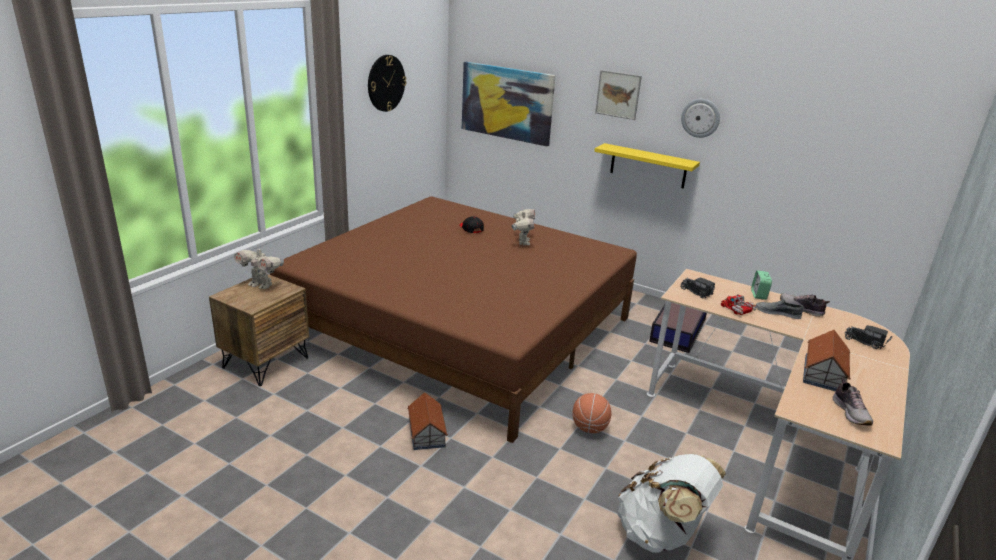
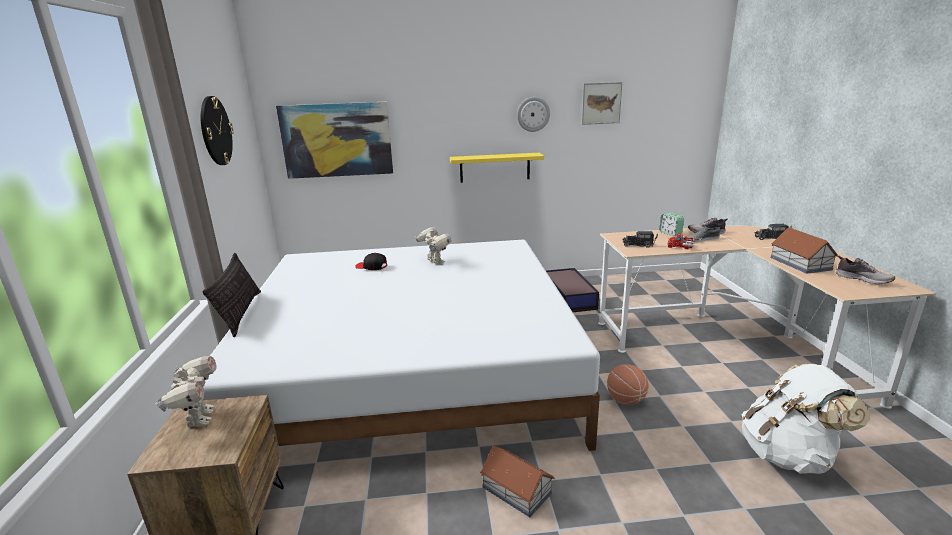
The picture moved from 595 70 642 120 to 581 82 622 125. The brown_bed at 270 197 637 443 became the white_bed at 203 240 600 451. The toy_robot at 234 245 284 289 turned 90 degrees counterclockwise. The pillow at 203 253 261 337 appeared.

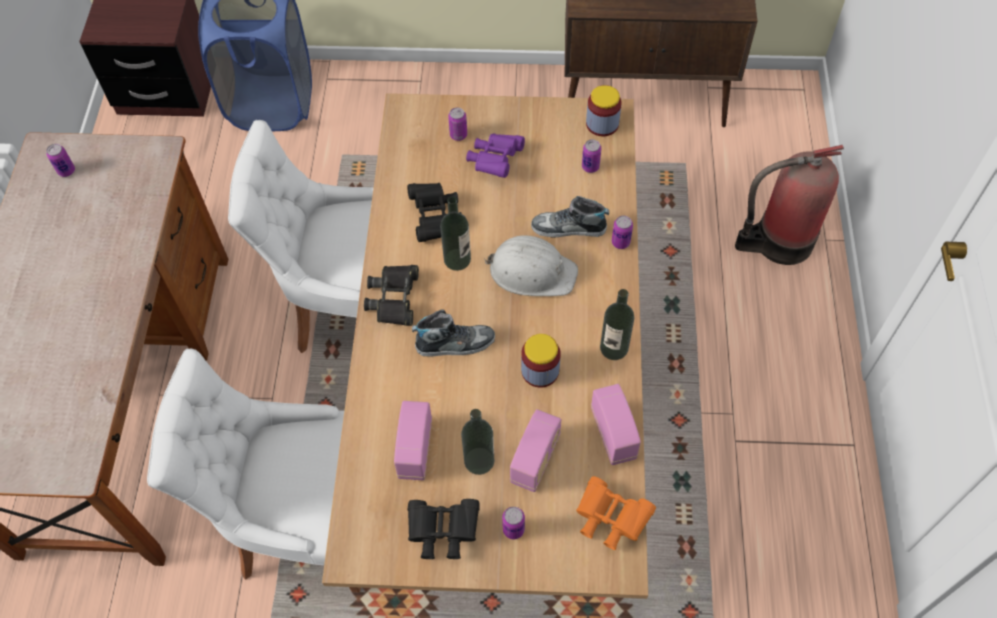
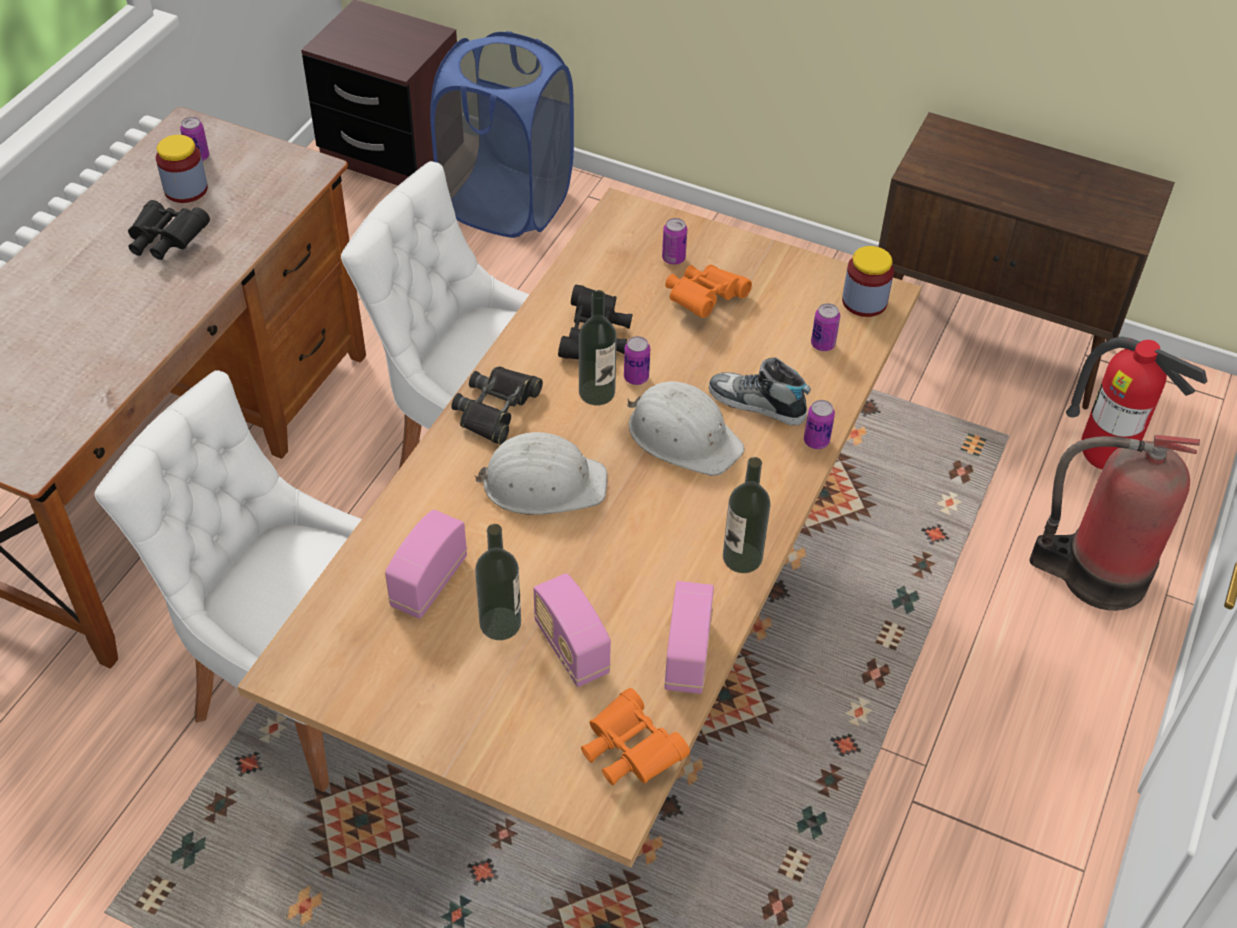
The purple_binoculars at 466 134 525 178 became the orange_binoculars at 665 265 752 318. The shoe at 412 309 495 357 was replaced by the white_hard_hat at 474 432 607 515. The jar moved from 521 334 561 388 to 156 135 208 203. The radio at 510 409 561 492 turned 105 degrees clockwise. The black_binoculars moved from 407 499 480 559 to 128 200 210 260. The can moved from 502 507 525 539 to 624 336 650 385. The fire_extinguisher at 1066 336 1208 470 appeared.

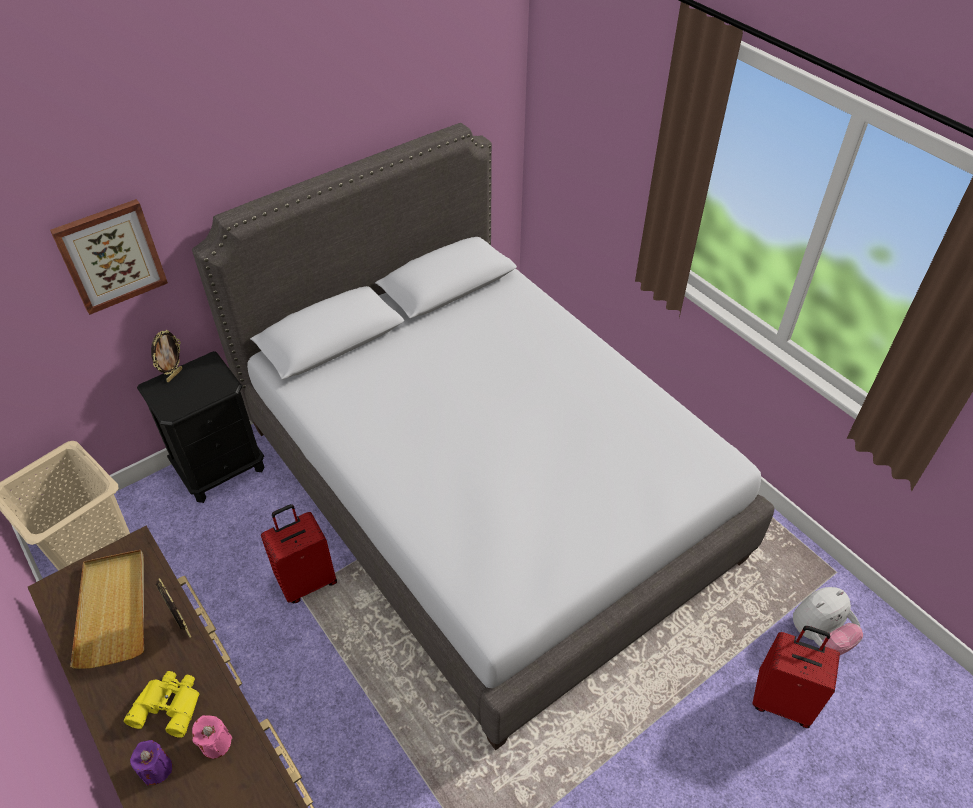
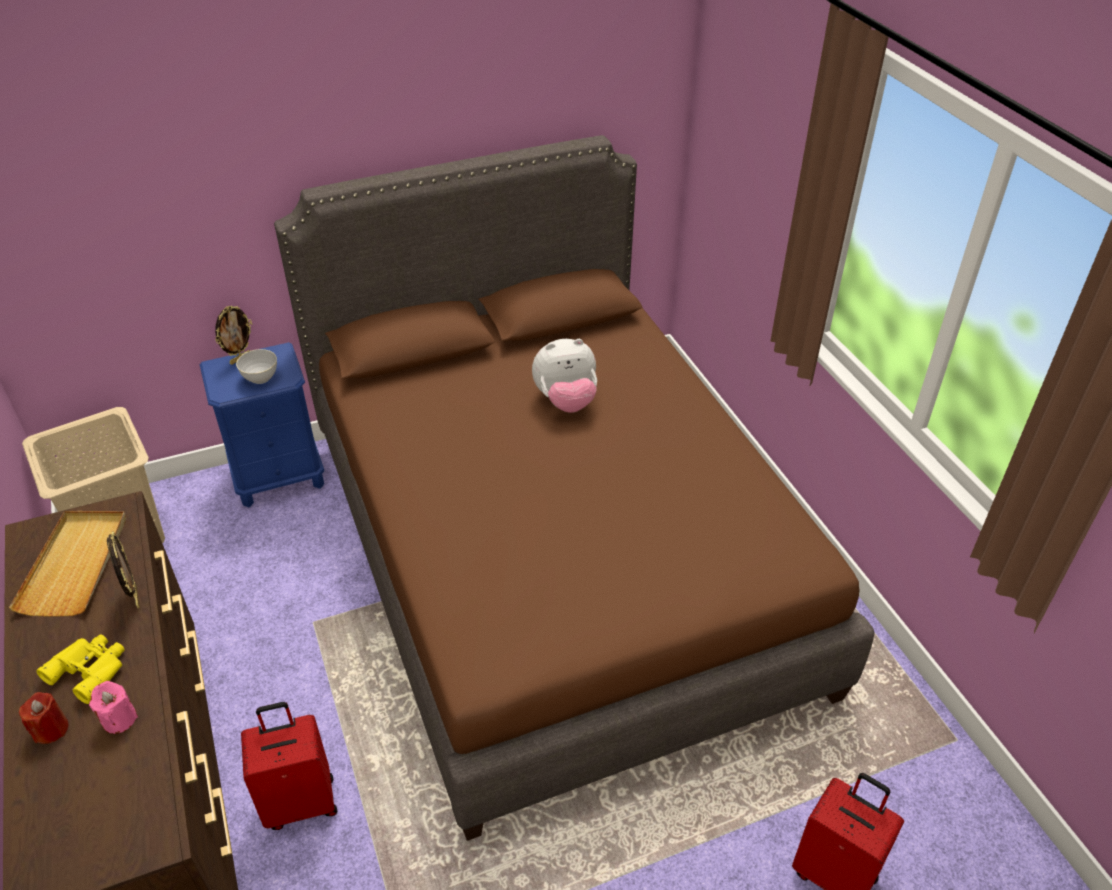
The grey_bed at 192 123 774 750 became the brown_bed at 274 135 875 841. The picture at 50 199 168 315 disappeared. The black_nightstand at 137 351 264 503 became the blue_nightstand at 200 342 324 507. The red_suitcase moved from 261 504 337 603 to 241 702 337 830. The plush_toy moved from 793 587 863 655 to 532 339 597 413. The purple_candle at 130 740 172 786 became the red_candle at 19 692 68 744. The grey_bowl at 236 349 277 384 appeared.

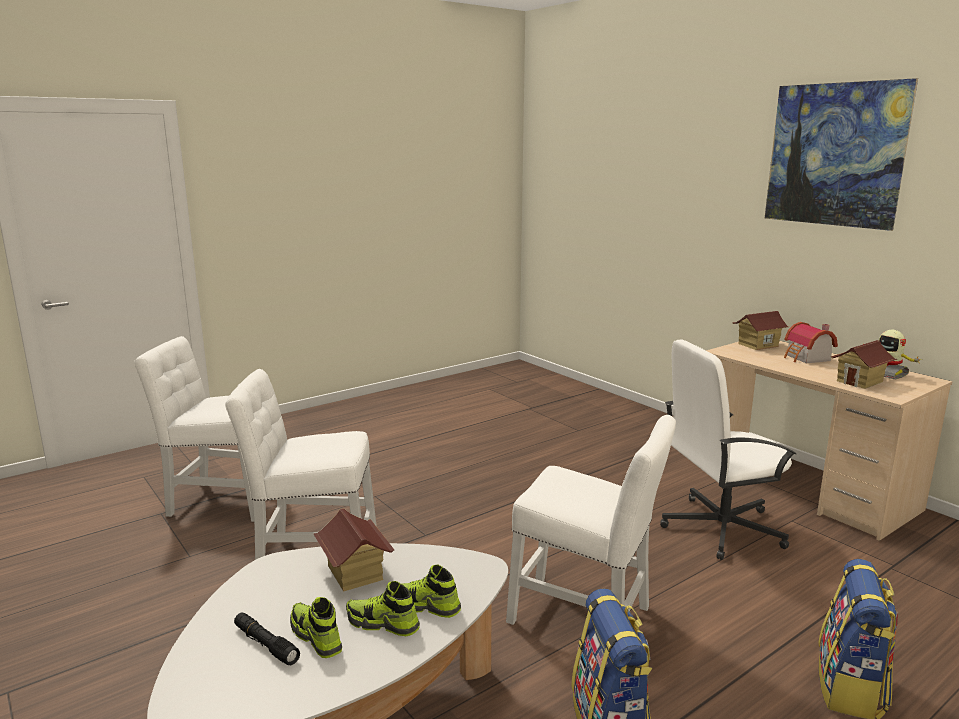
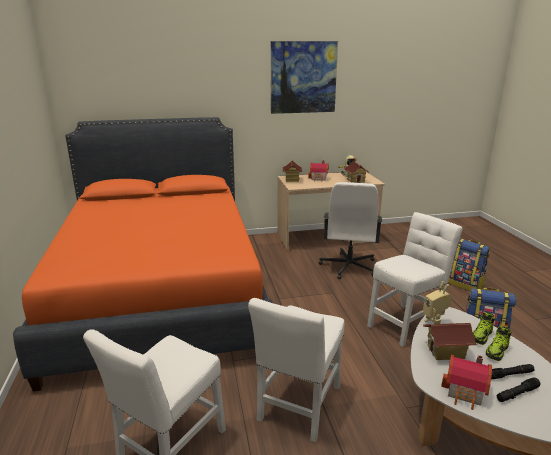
The shoe at 290 597 342 658 was replaced by the black_flashlight at 491 364 534 379. The orange_bed at 13 117 273 392 appeared. The toy_robot at 423 281 452 324 appeared. The toy_house at 441 355 492 410 appeared.

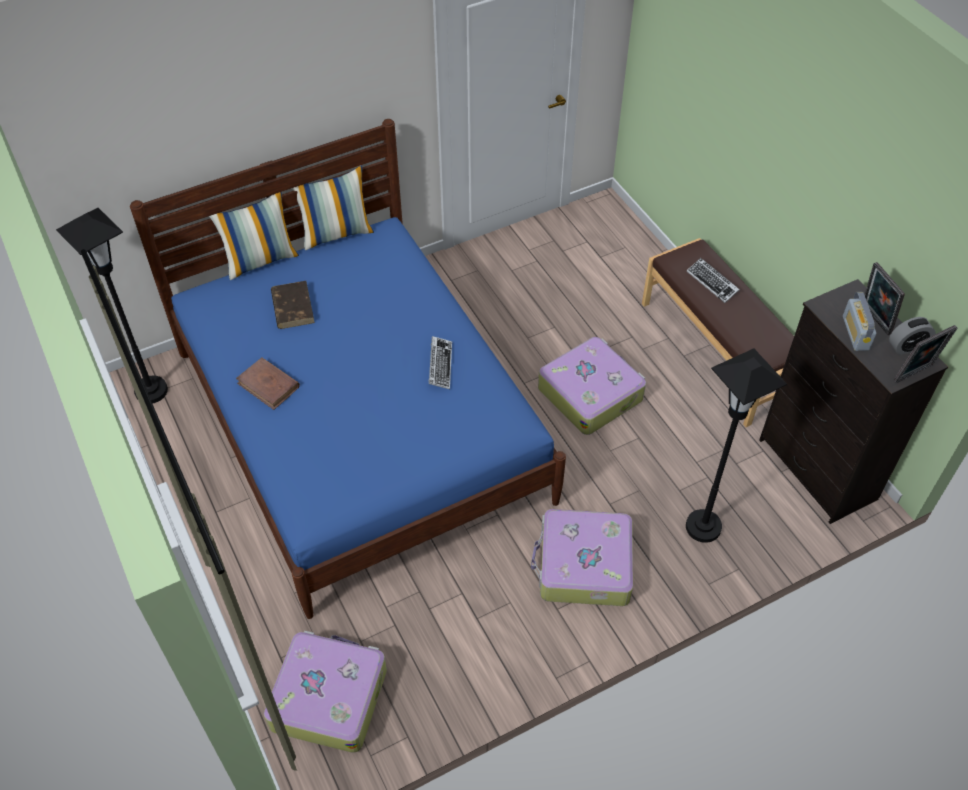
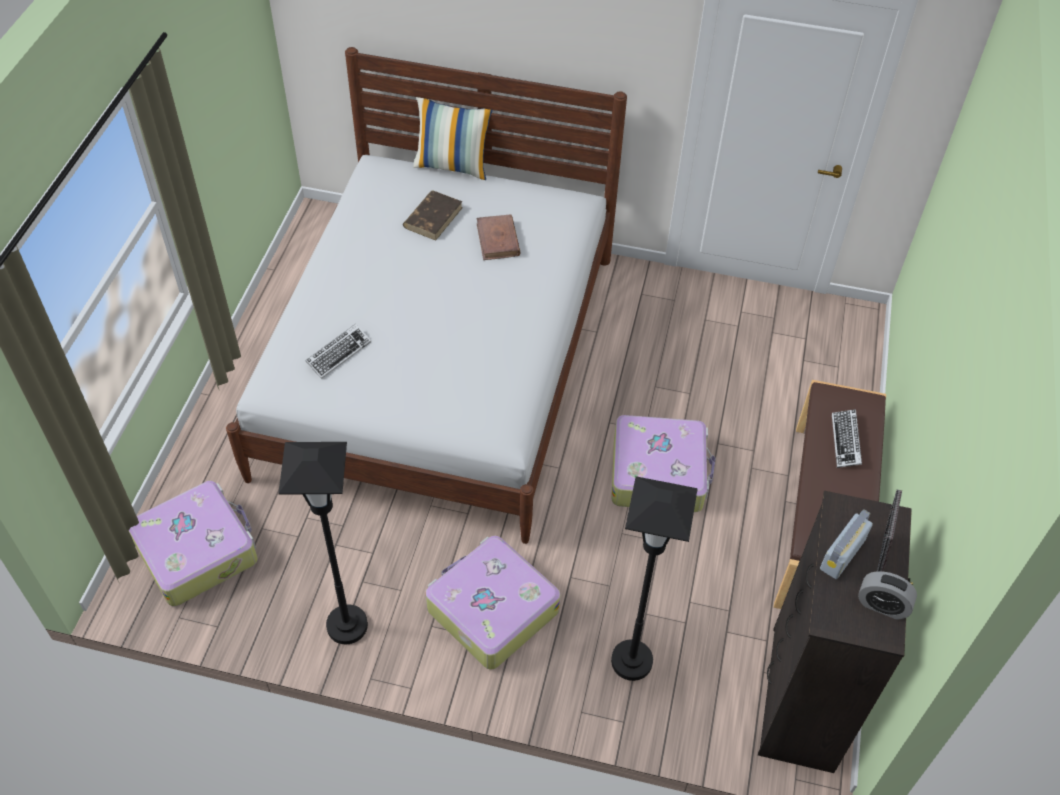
The blue_bed at 130 119 566 619 became the white_bed at 226 47 627 544. The pillow at 291 166 374 250 disappeared. The black_floor_lamp moved from 56 208 168 404 to 278 442 368 644. The picture_frame at 894 325 958 383 disappeared. The keyboard moved from 428 336 452 389 to 305 324 371 379. The brown_book moved from 236 357 300 410 to 477 214 521 260.

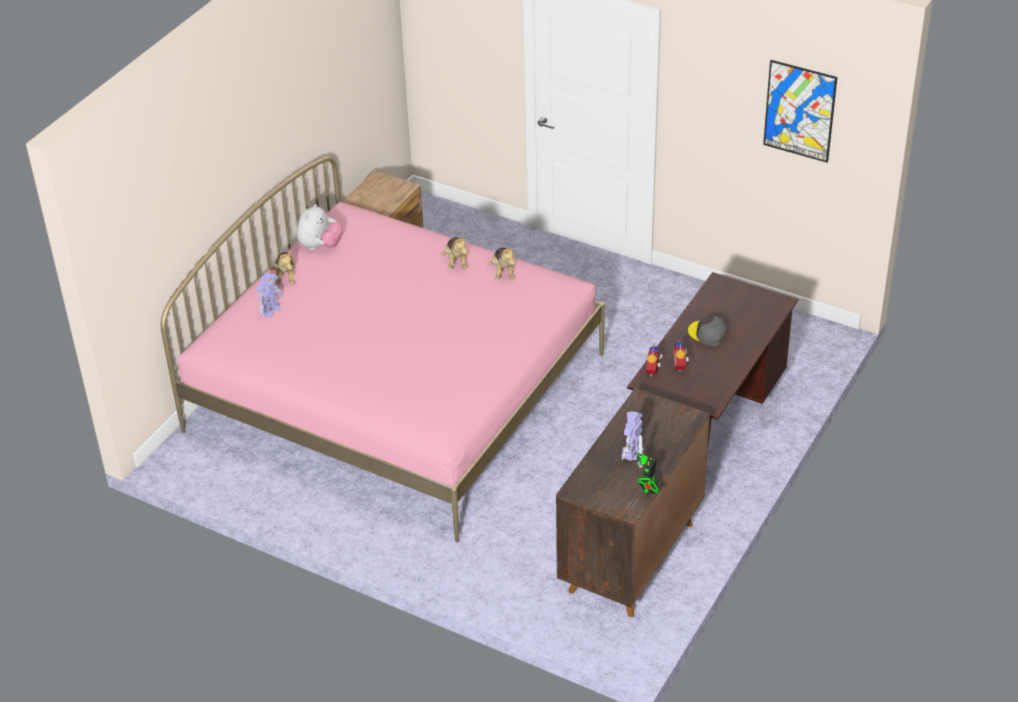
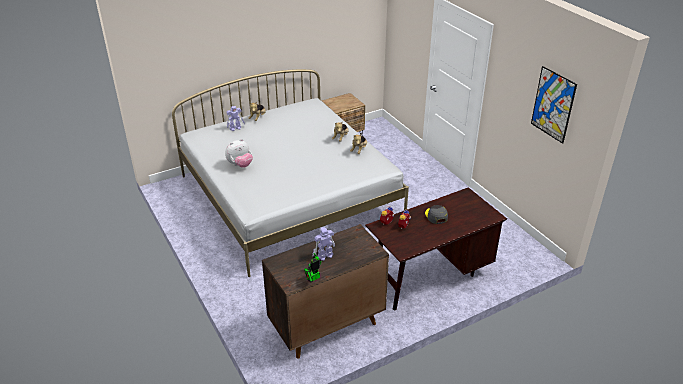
The pink_bed at 161 157 605 542 became the white_bed at 172 69 409 277. The plush_toy moved from 297 204 343 250 to 225 139 253 168.

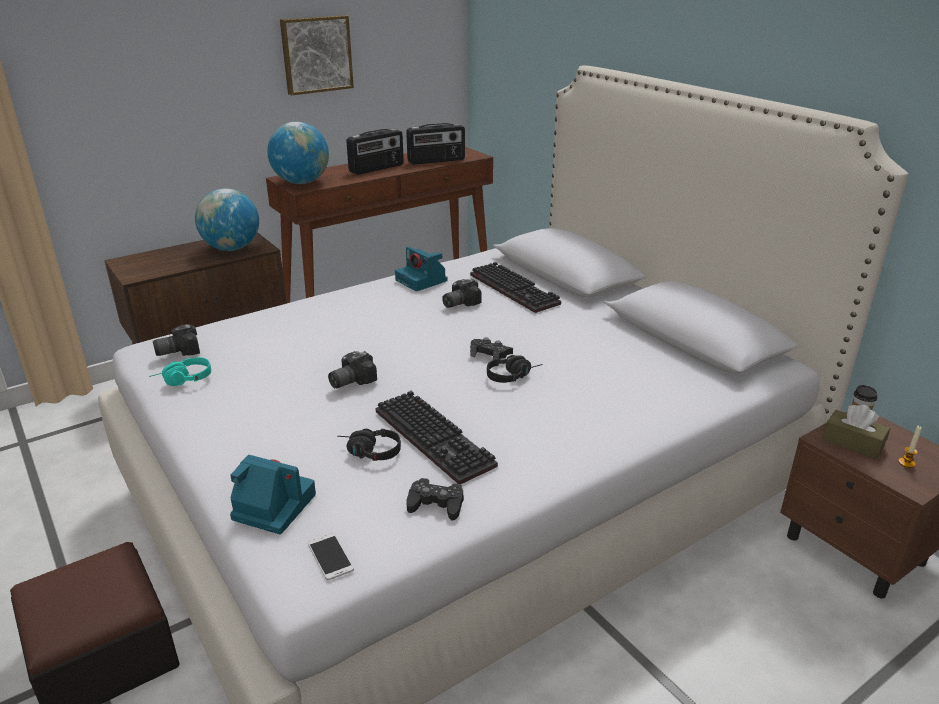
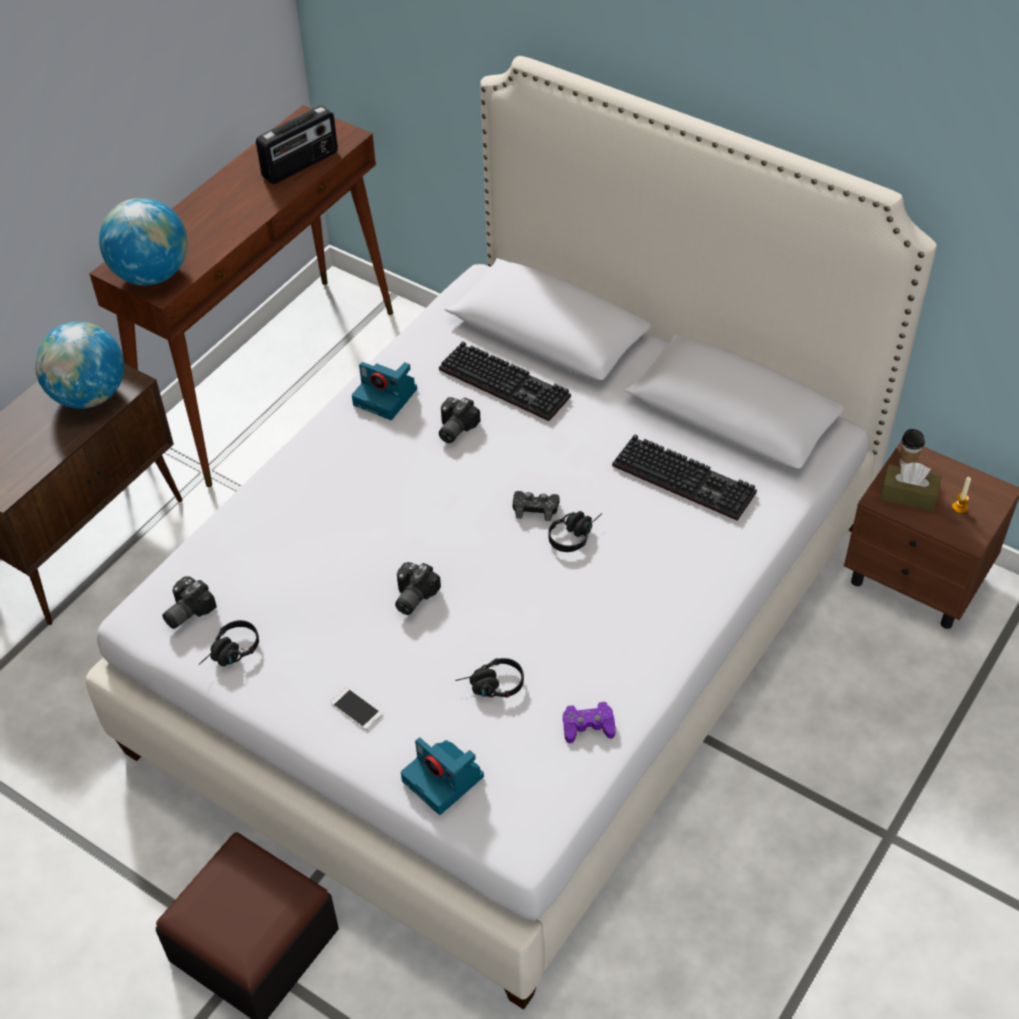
The picture at 280 15 354 96 disappeared. The radio at 346 128 404 175 disappeared. The turquoise_headphones at 149 357 211 386 became the black_headphones at 198 620 259 666. The keyboard moved from 375 391 498 484 to 612 434 757 521. The photo_camera at 230 455 316 534 turned 135 degrees counterclockwise. The black_game_controller at 406 478 464 520 became the purple_game_controller at 563 702 616 743. The phone moved from 308 533 354 580 to 331 688 382 730.

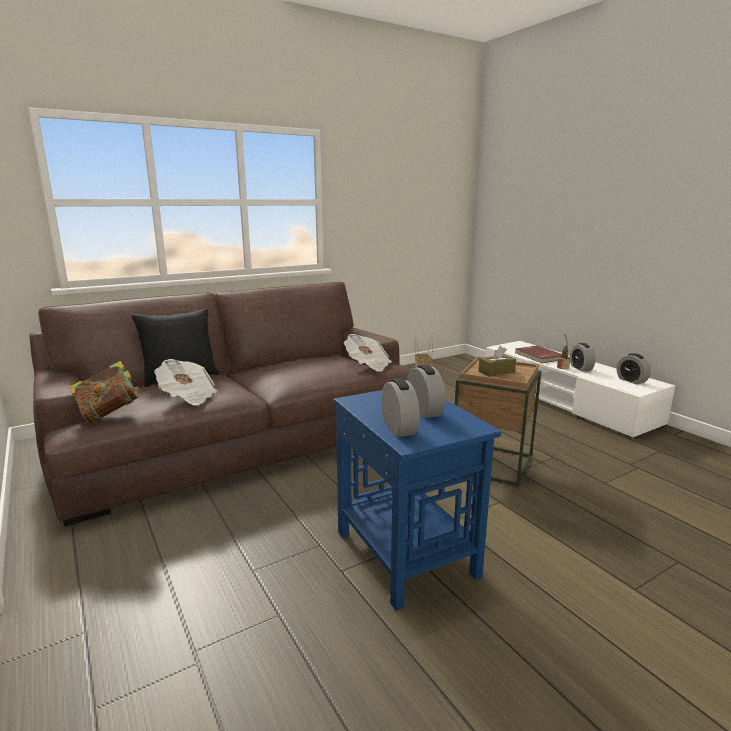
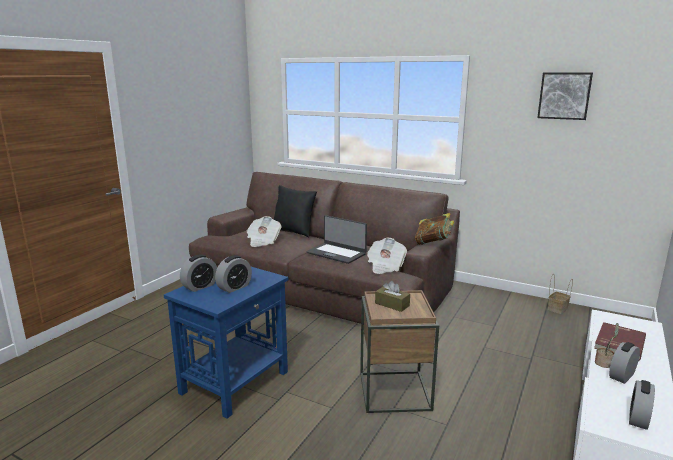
The book moved from 69 361 142 424 to 415 213 454 245. The picture at 537 73 593 120 appeared. The laptop at 306 215 367 264 appeared.

